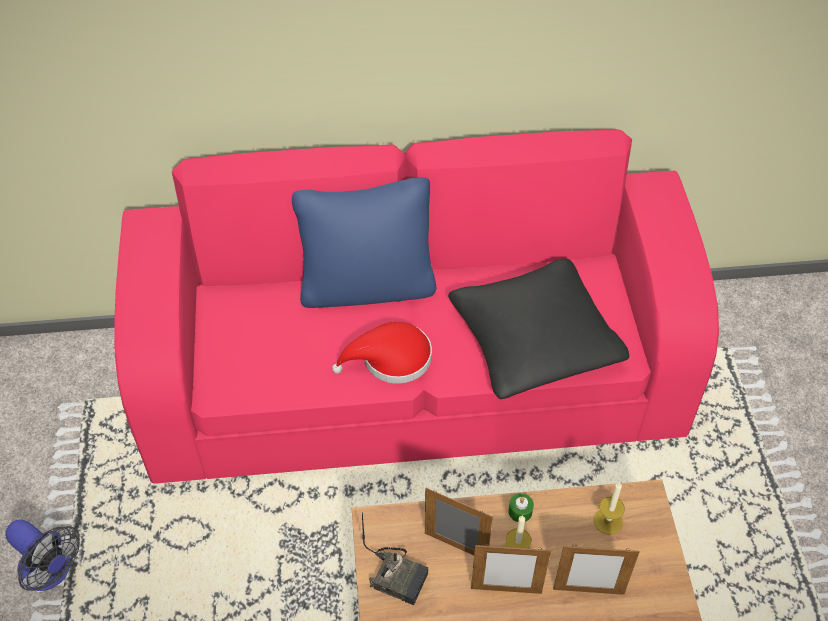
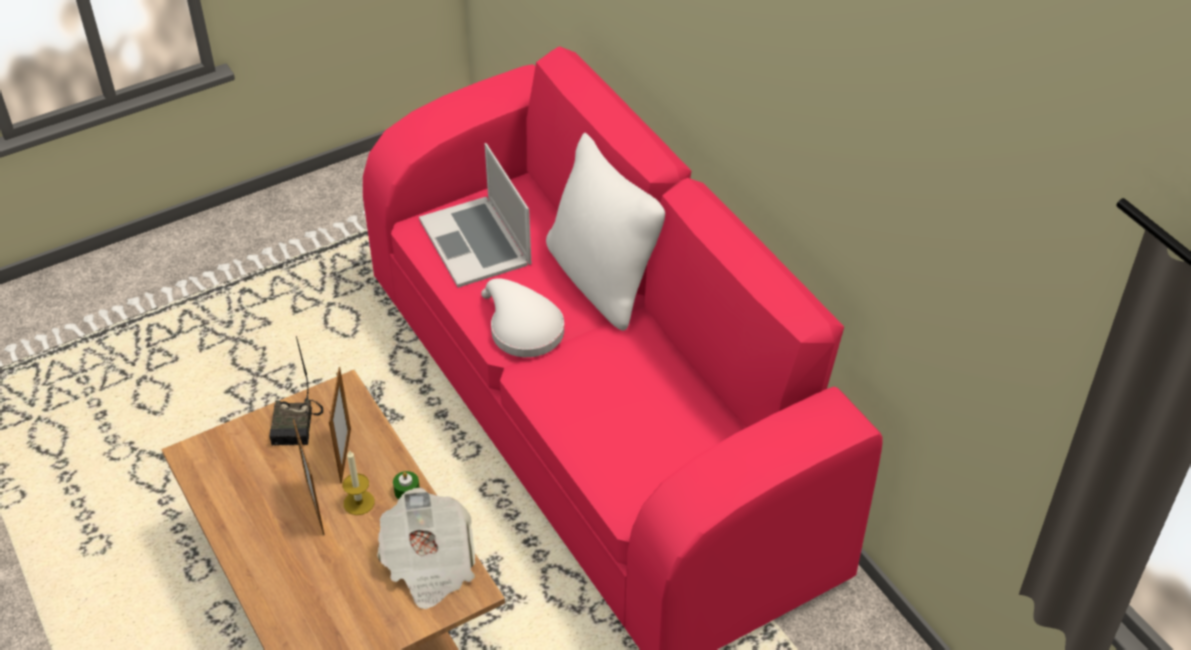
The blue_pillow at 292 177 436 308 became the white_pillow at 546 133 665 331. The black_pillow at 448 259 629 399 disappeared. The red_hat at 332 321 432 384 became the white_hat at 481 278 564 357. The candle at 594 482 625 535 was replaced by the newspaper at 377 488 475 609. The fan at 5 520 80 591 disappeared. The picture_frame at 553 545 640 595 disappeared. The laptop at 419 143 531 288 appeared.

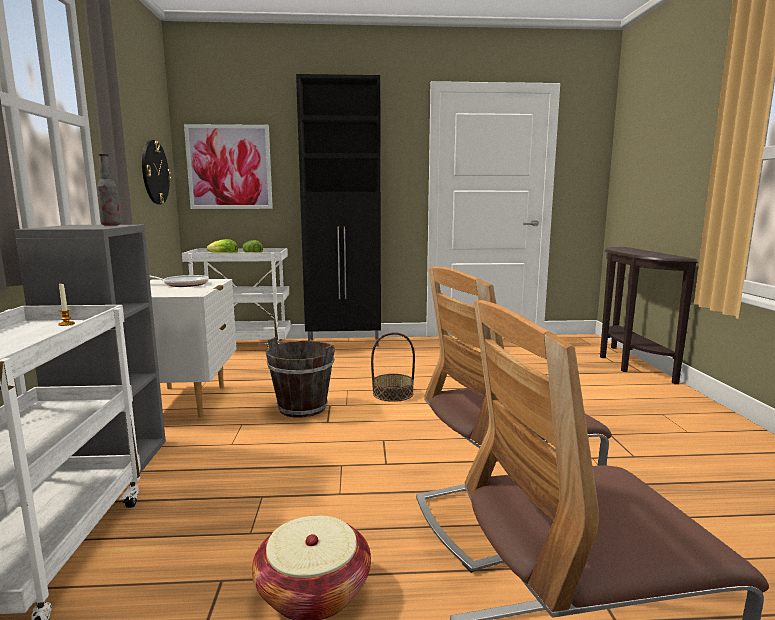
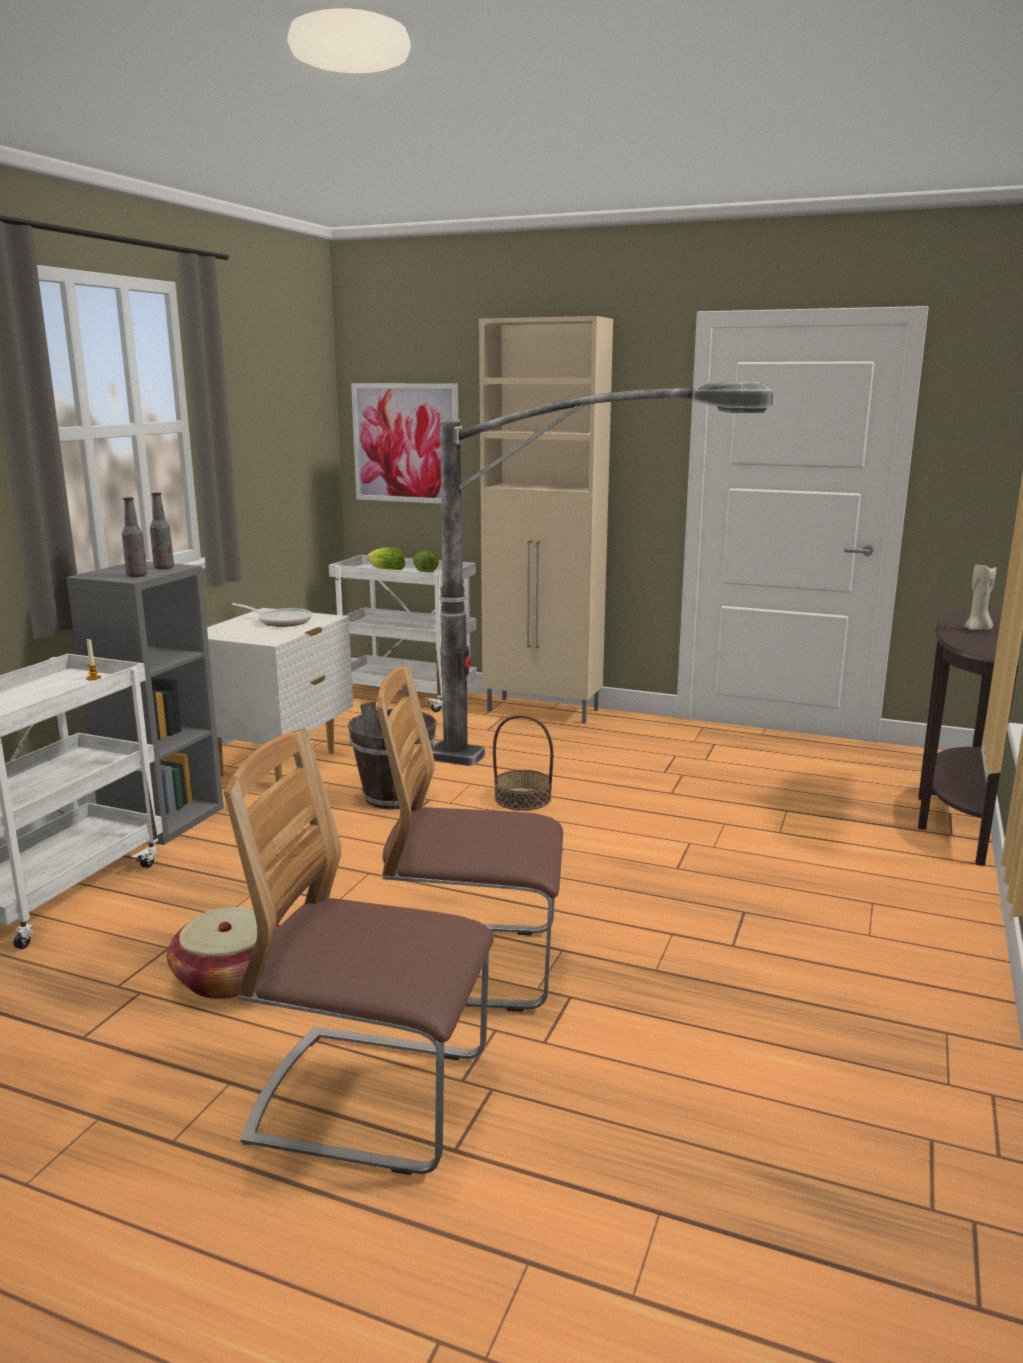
The black_cabinet at 296 74 381 346 became the beige_cabinet at 479 316 613 724. The wall_clock at 142 140 171 205 disappeared. The floor_lamp at 432 382 773 766 appeared. The bottle at 122 497 147 577 appeared. The beige_candle at 965 565 996 630 appeared.

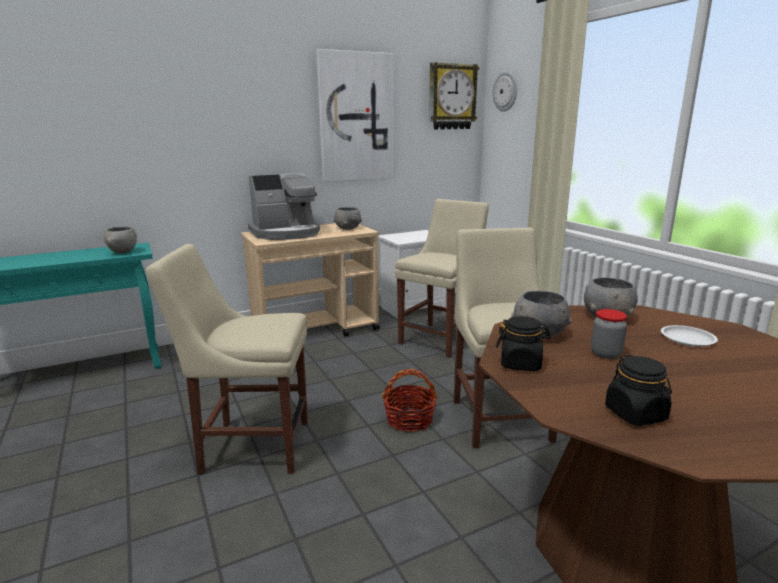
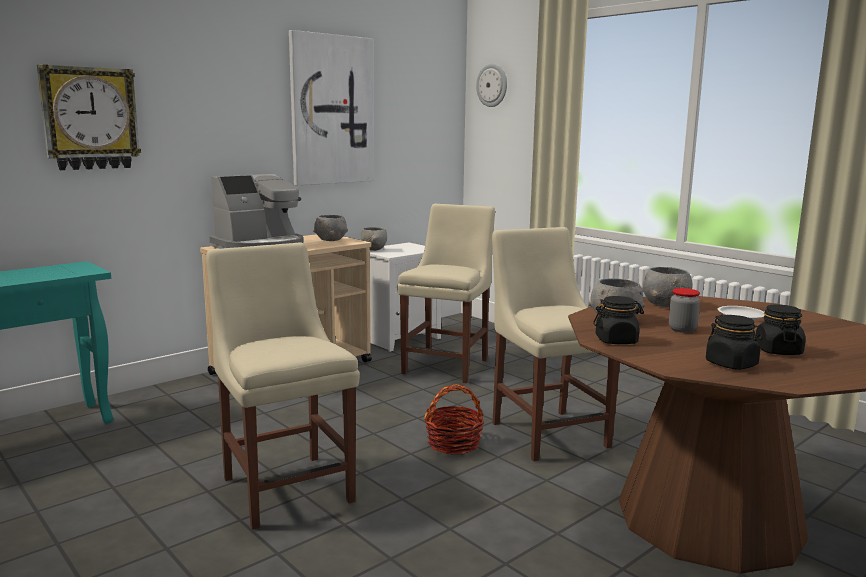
The wall_clock moved from 429 62 479 130 to 37 64 141 170. The grey_bowl moved from 104 227 137 253 to 361 227 387 251. The beige_chair at 146 244 308 474 turned 75 degrees clockwise. The black_jar at 755 304 806 355 appeared.

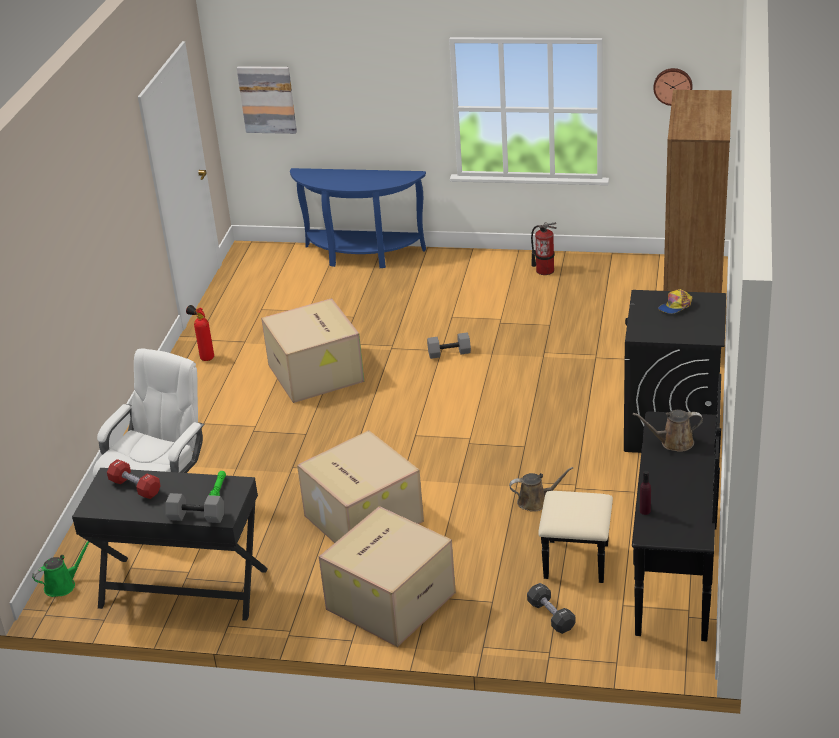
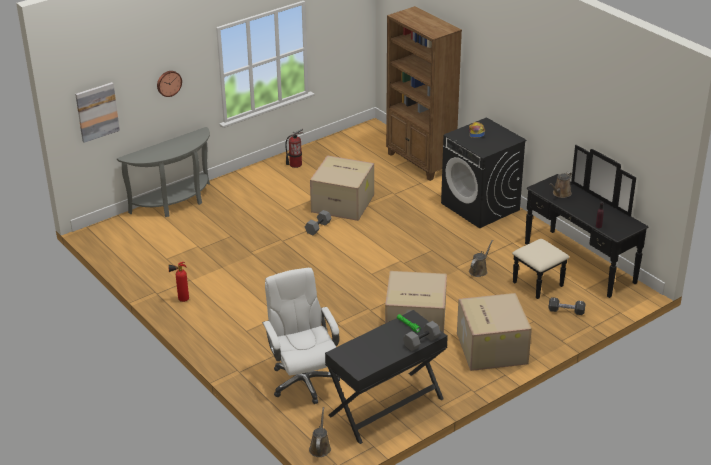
The wall_clock moved from 653 68 692 106 to 157 71 182 97. The blue_console_table at 290 168 426 268 became the grey_console_table at 117 127 210 217. The cardboard_box moved from 261 298 364 403 to 310 155 374 221. The red_dumbbell at 107 459 161 499 disappeared. The green_watering_can at 32 541 89 597 became the brown_watering_can at 309 407 331 457.

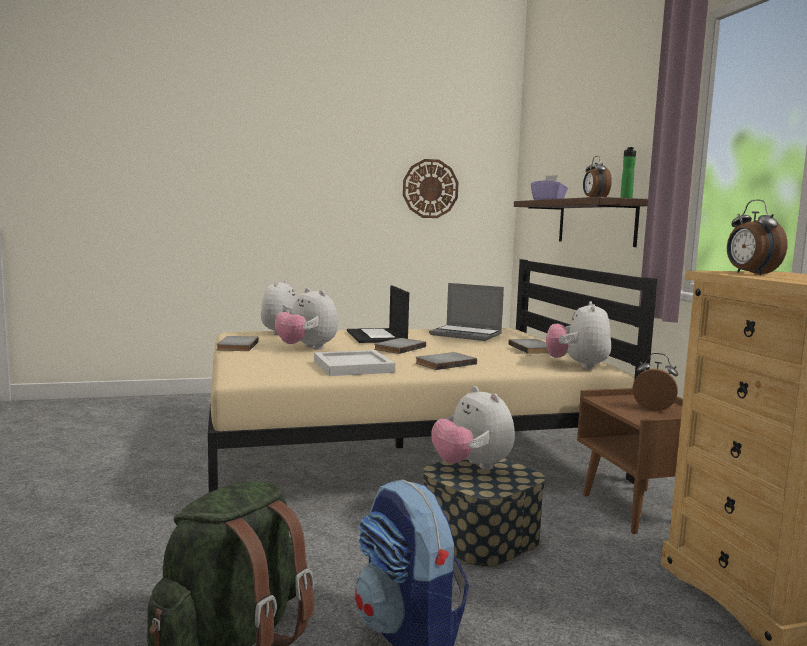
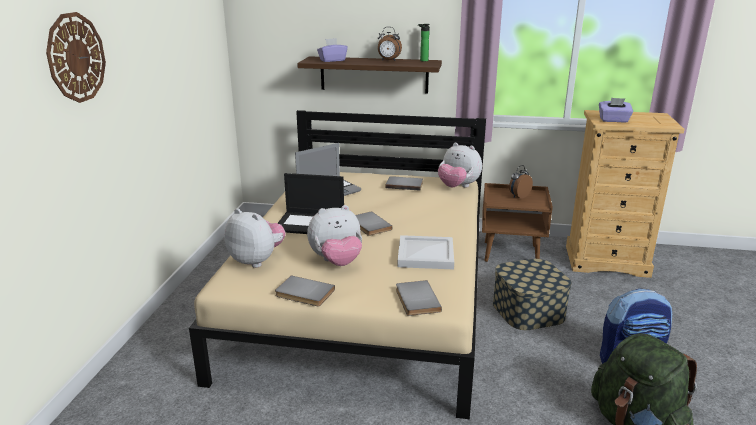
The wall_clock moved from 403 159 459 218 to 46 12 106 103. The alarm_clock at 727 199 787 275 was replaced by the purple_tissue_box at 599 98 633 123. The grey_book moved from 415 352 477 370 to 396 280 442 316. The plush_toy at 431 386 515 470 disappeared.

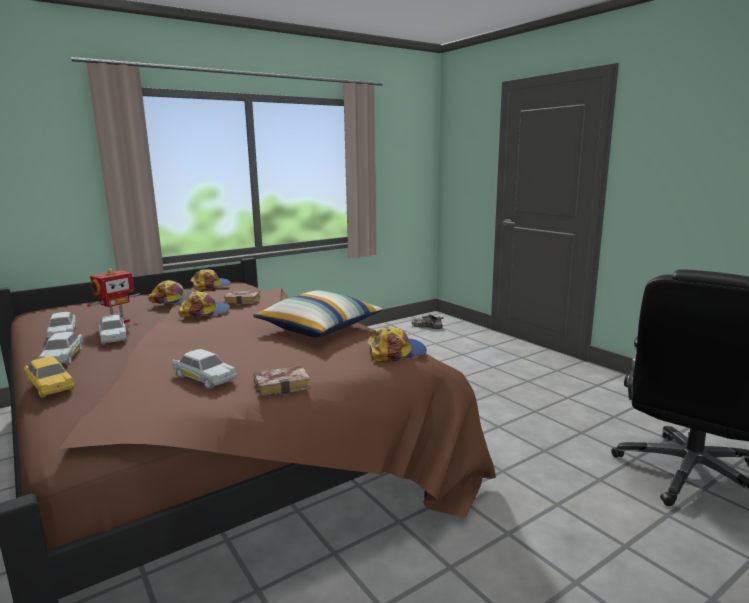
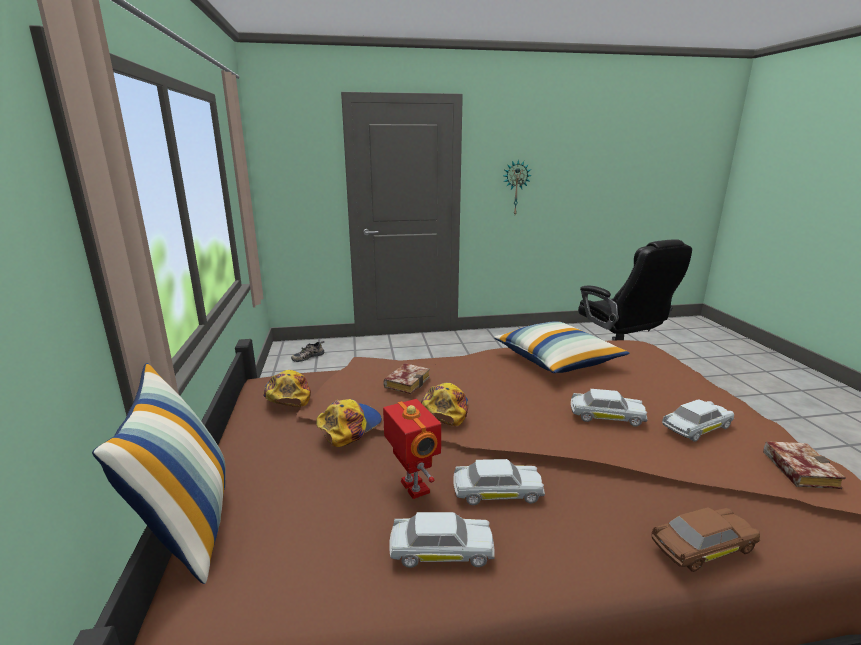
The cap at 367 327 427 362 disappeared. The white_toy_car moved from 38 332 83 365 to 571 389 648 426. The yellow_toy_car at 24 356 74 398 became the brown_toy_car at 651 507 760 572. The book moved from 254 365 311 397 to 763 441 846 489. The wall_clock at 503 159 532 215 appeared. The pillow at 92 363 226 584 appeared.

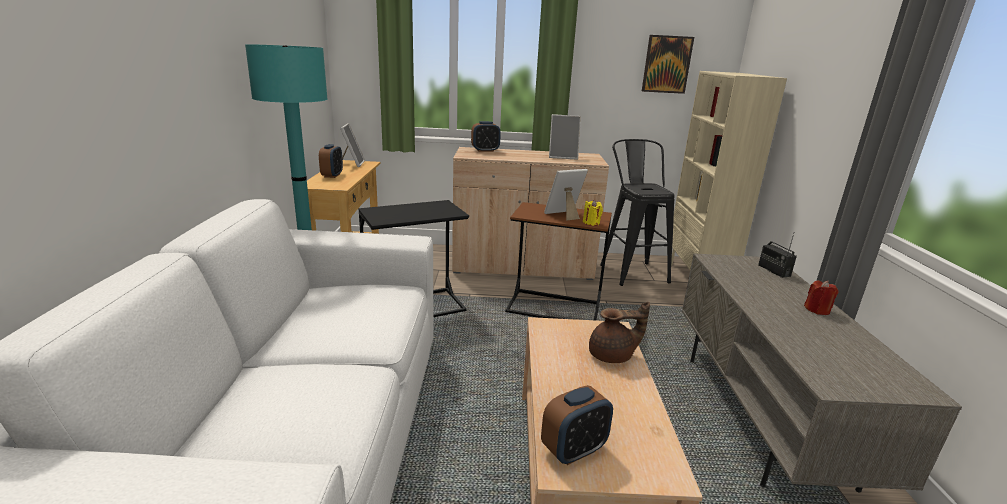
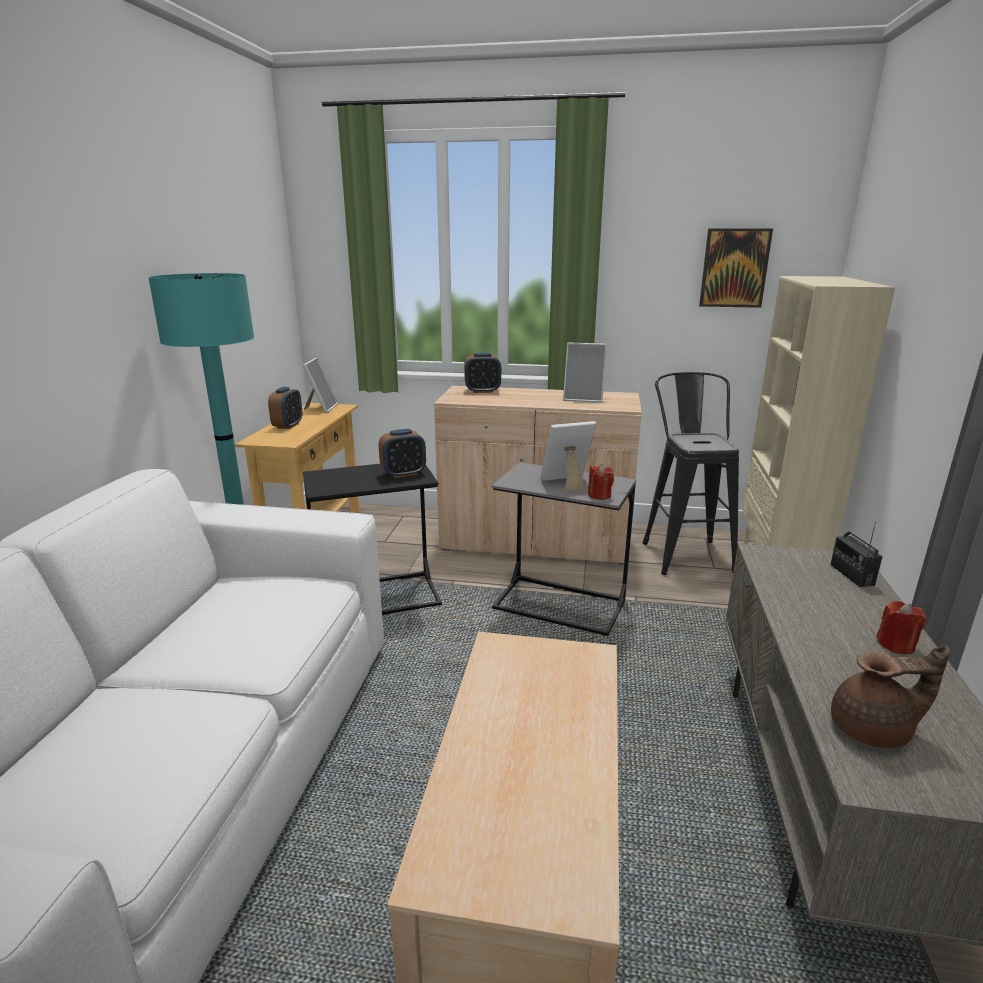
The yellow_candle at 583 200 603 226 became the red_candle at 588 464 614 500. The brown_side_table at 505 202 612 320 became the grey_side_table at 492 462 636 636. The brown_teapot moved from 589 302 650 363 to 831 646 950 748. The alarm_clock moved from 541 385 613 465 to 379 429 426 478.

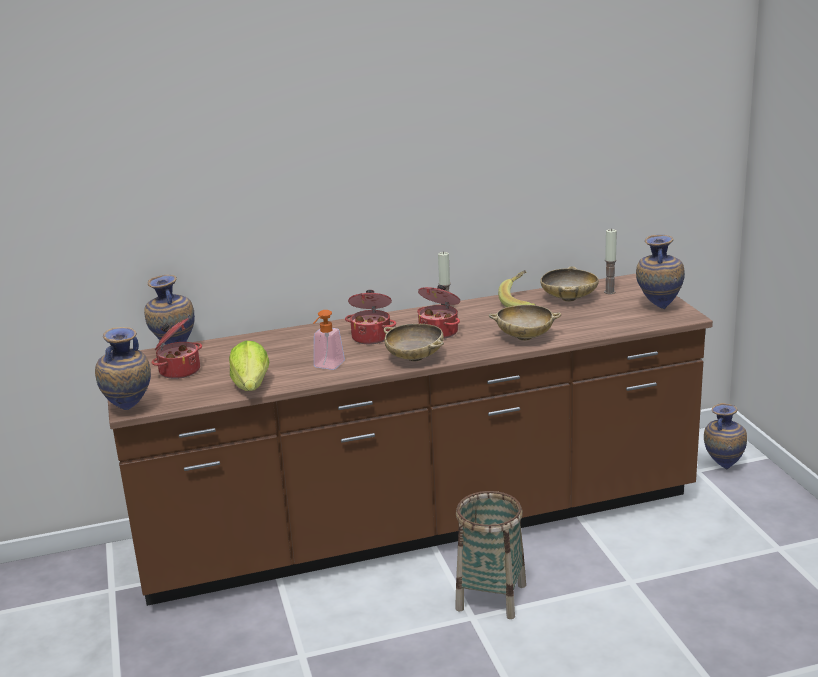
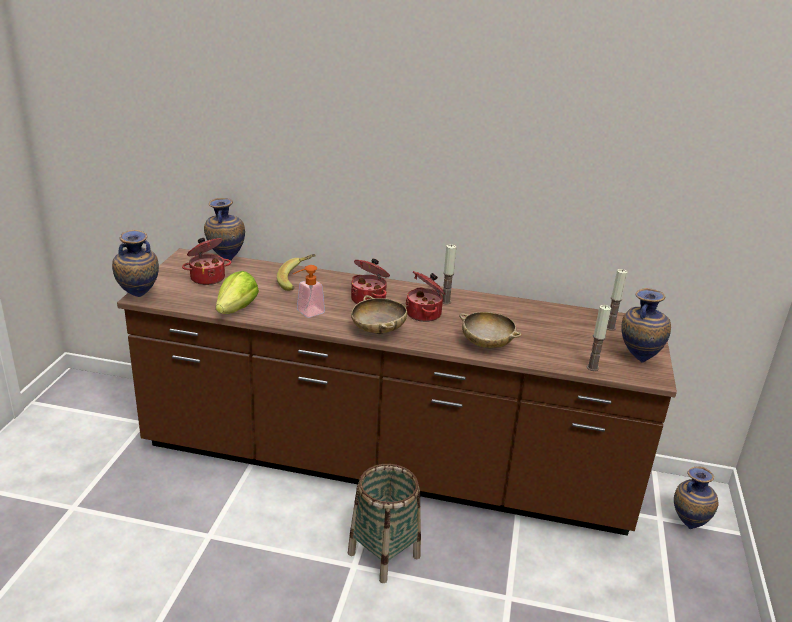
The beige_bowl at 540 266 599 302 disappeared. The banana moved from 498 270 536 307 to 277 254 315 291. The candle at 587 305 611 371 appeared.

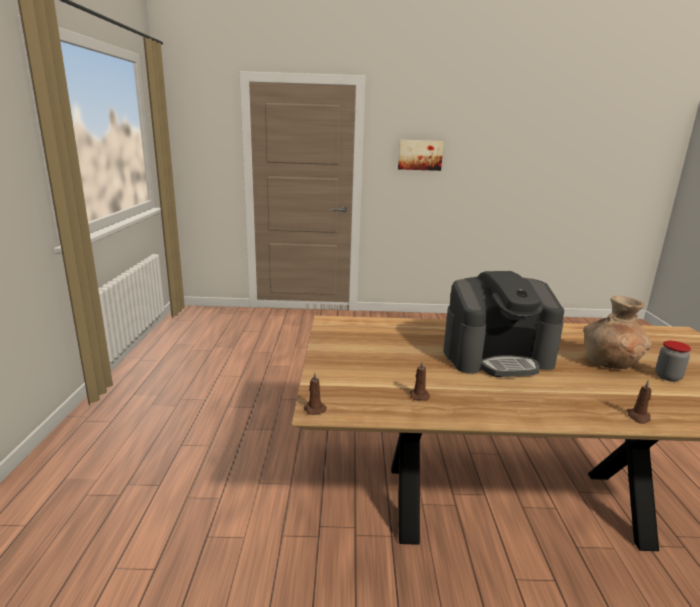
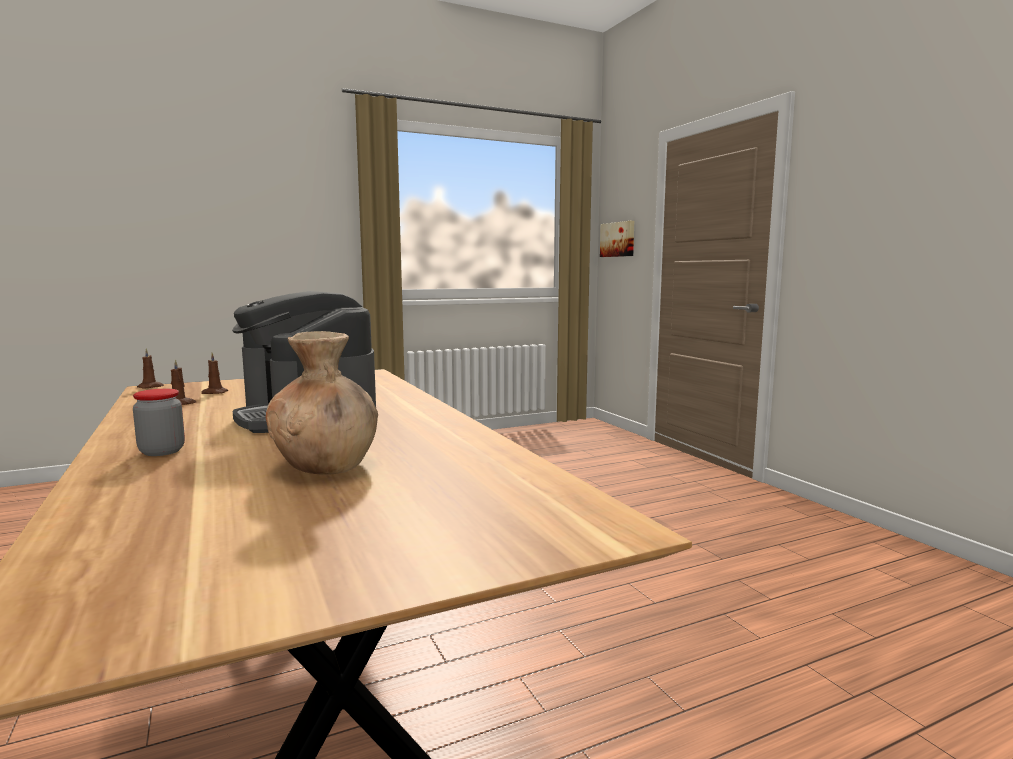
The picture moved from 398 140 444 171 to 600 221 634 257. The jar moved from 655 341 691 382 to 133 389 185 456. The brown_candle moved from 627 380 651 424 to 201 353 228 394.

